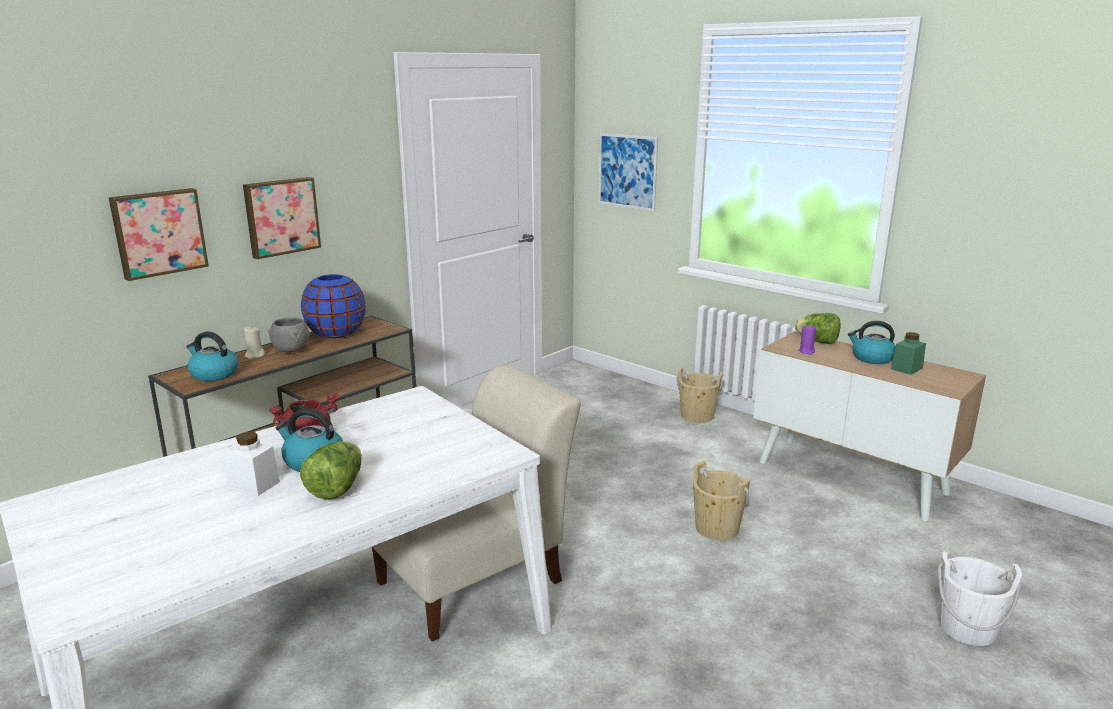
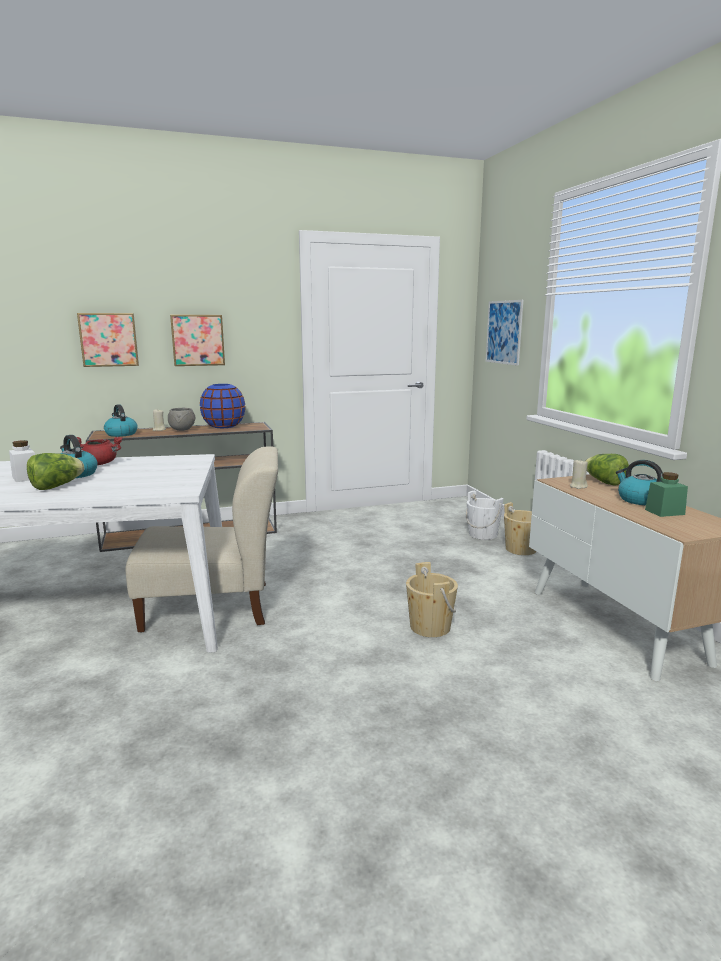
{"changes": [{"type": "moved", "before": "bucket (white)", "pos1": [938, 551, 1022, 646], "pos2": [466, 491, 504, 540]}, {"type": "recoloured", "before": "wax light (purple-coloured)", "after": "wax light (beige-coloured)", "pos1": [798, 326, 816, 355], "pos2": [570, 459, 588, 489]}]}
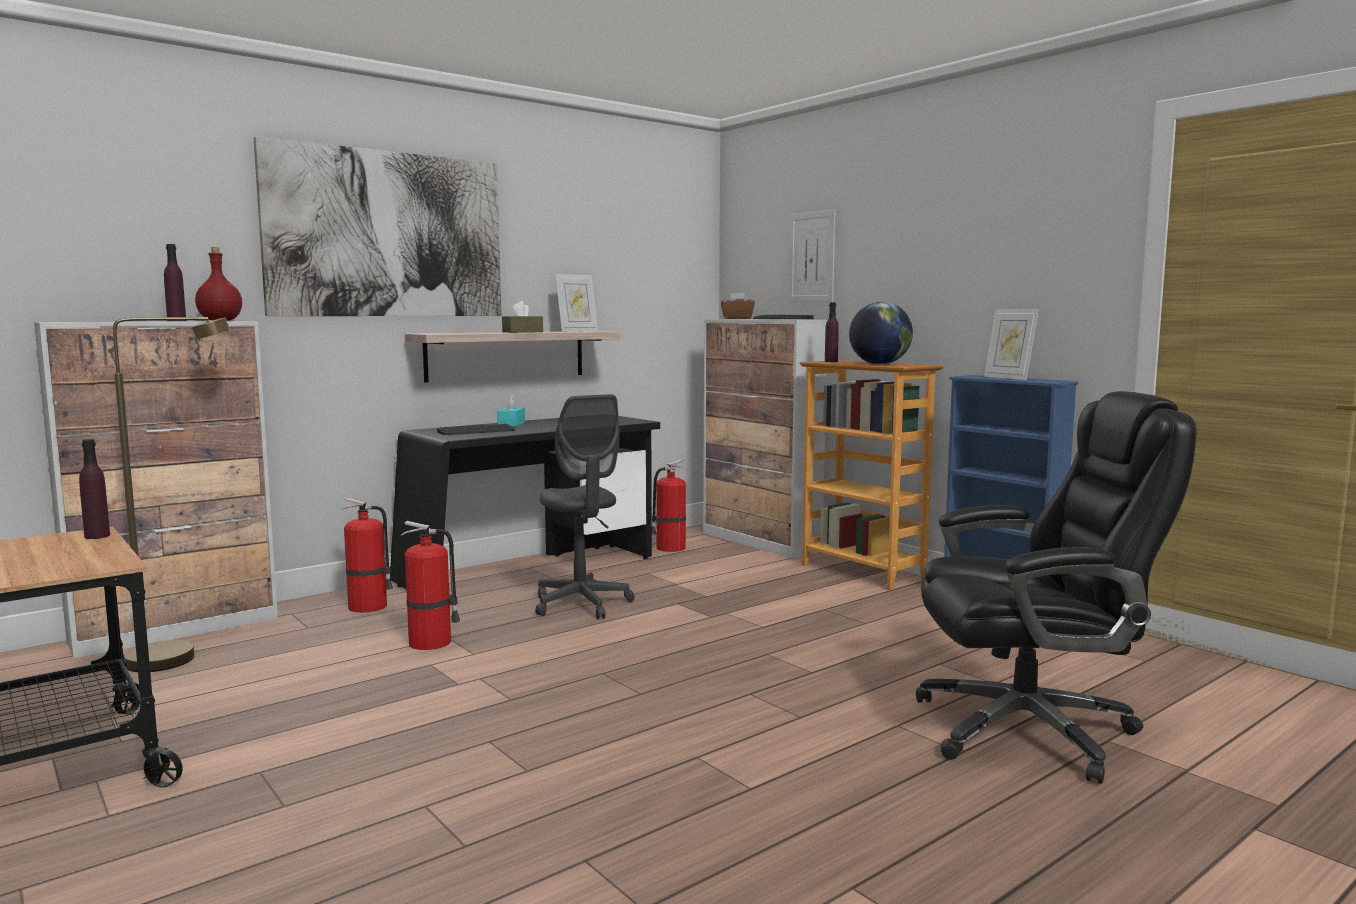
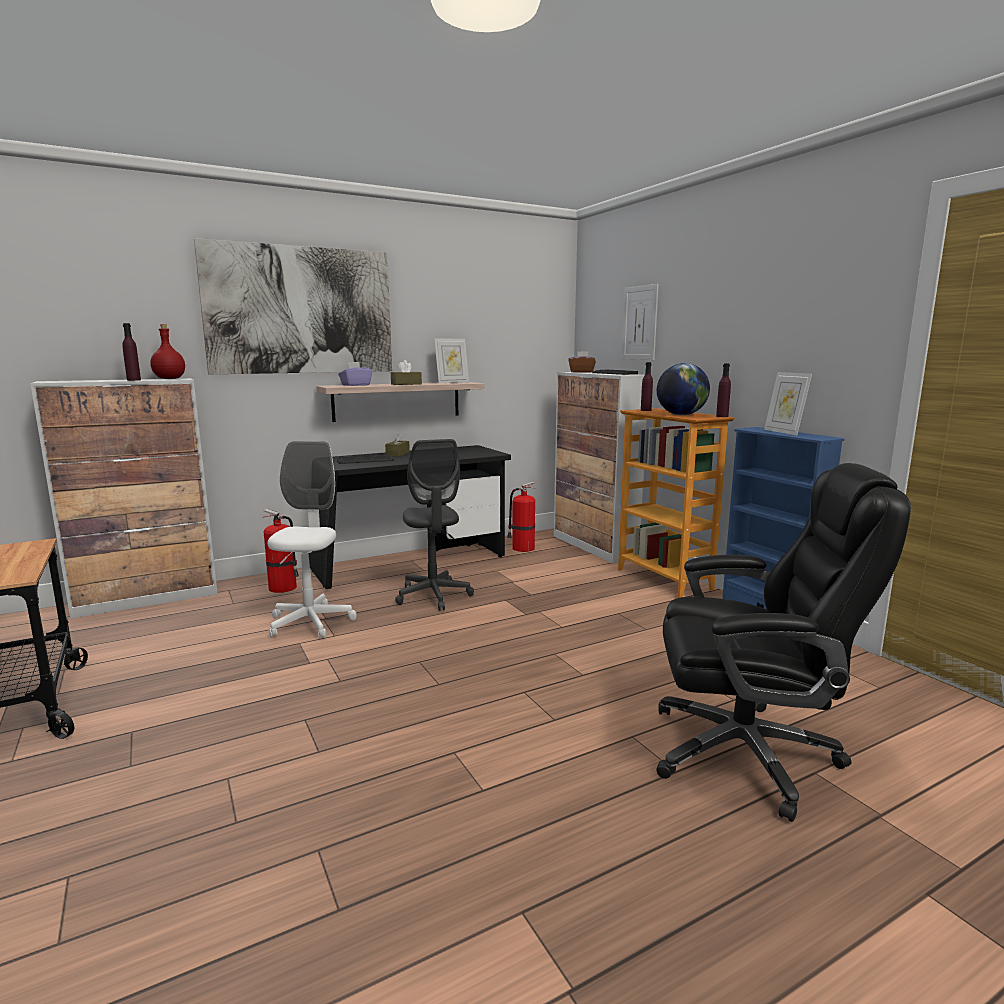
{"changes": [{"type": "replaced", "before": "extinguisher", "after": "office chair (white)", "pos1": [401, 521, 460, 650], "pos2": [268, 441, 357, 638]}, {"type": "added", "after": "tissue box (purple-coloured)", "pos2": [338, 362, 372, 386]}, {"type": "recoloured", "before": "tissue box (turquoise-coloured)", "after": "tissue box (brown-coloured)", "pos1": [497, 394, 525, 427], "pos2": [385, 431, 410, 457]}, {"type": "moved", "before": "beverage bottle (purple-coloured)", "pos1": [79, 439, 110, 539], "pos2": [716, 363, 731, 417]}, {"type": "removed", "before": "standard lamp (brown-coloured)", "pos1": [113, 317, 230, 672]}]}
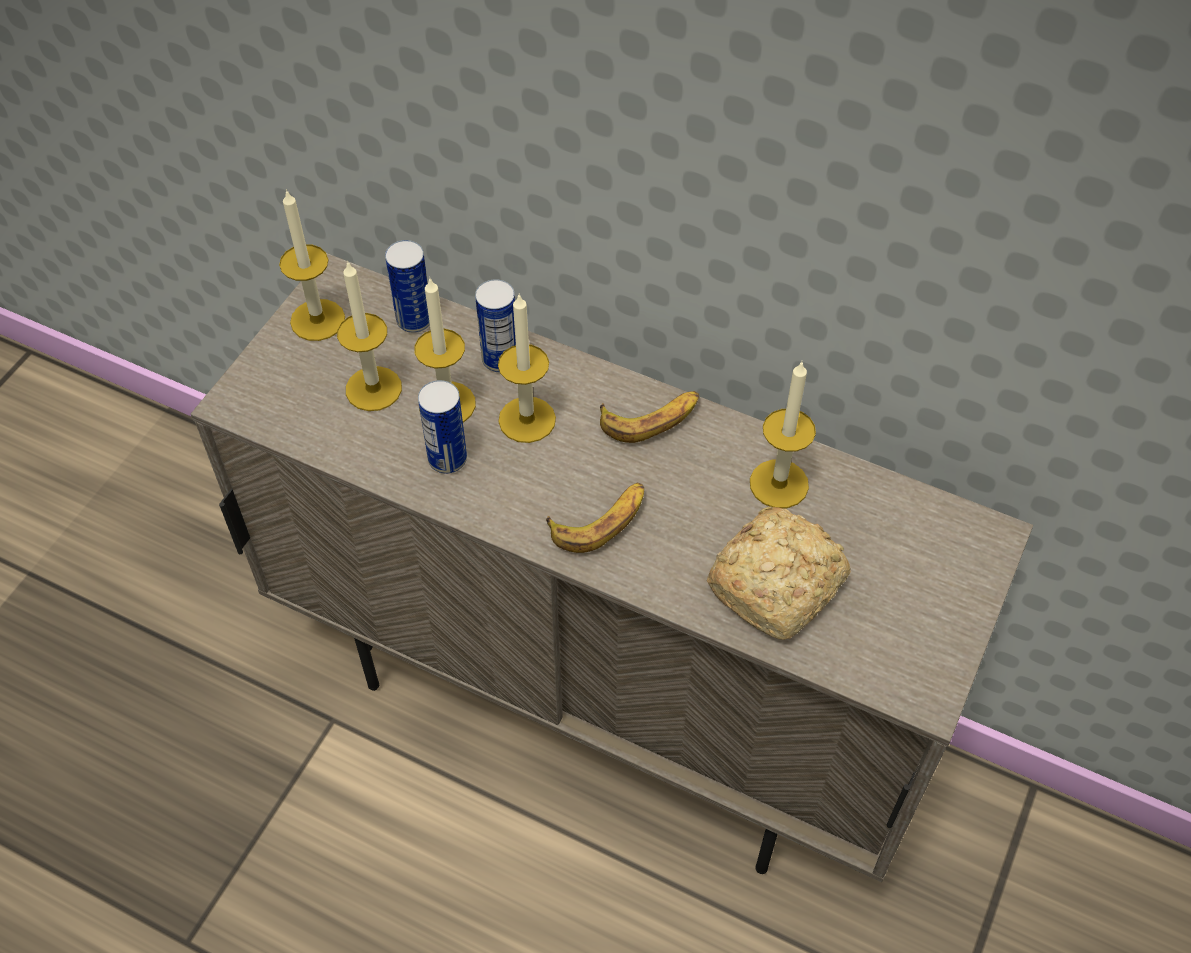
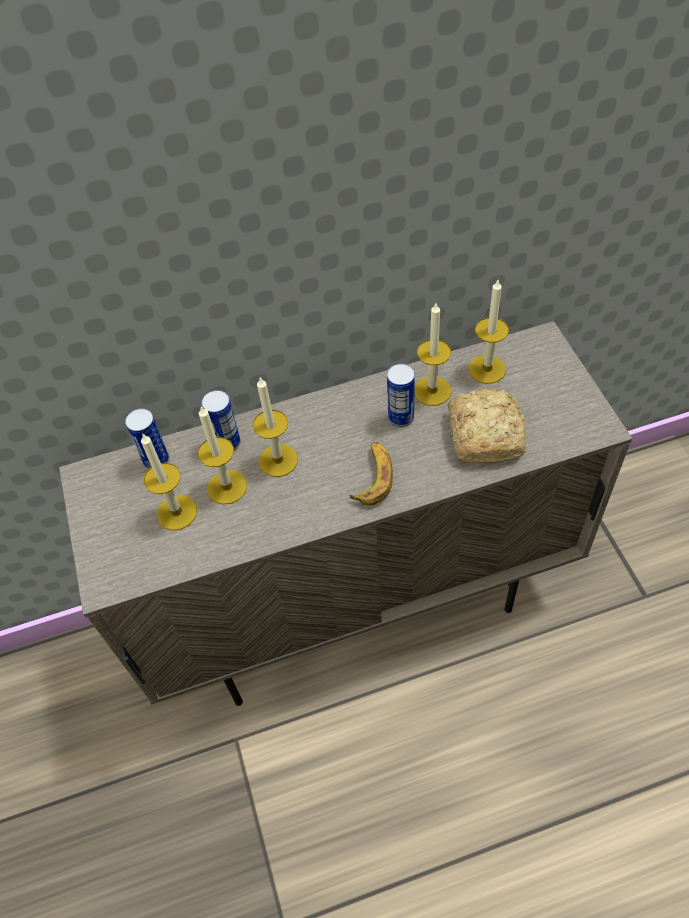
{"changes": [{"type": "moved", "before": "can", "pos1": [418, 380, 467, 474], "pos2": [387, 364, 415, 427]}, {"type": "moved", "before": "wax light", "pos1": [279, 189, 345, 341], "pos2": [468, 280, 509, 384]}, {"type": "removed", "before": "banana", "pos1": [600, 391, 699, 443]}]}
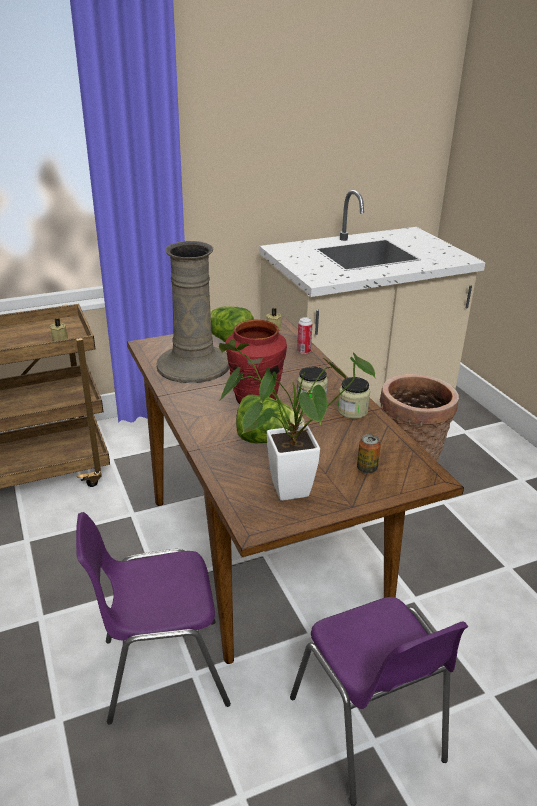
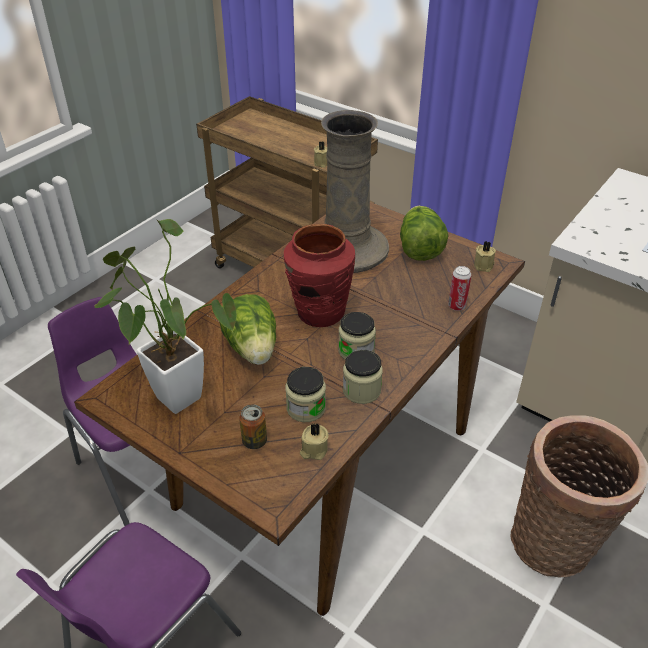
{"changes": [{"type": "added", "after": "preserve jar", "pos2": [285, 367, 326, 422]}, {"type": "added", "after": "wax light (beige-coloured)", "pos2": [300, 423, 328, 460]}]}
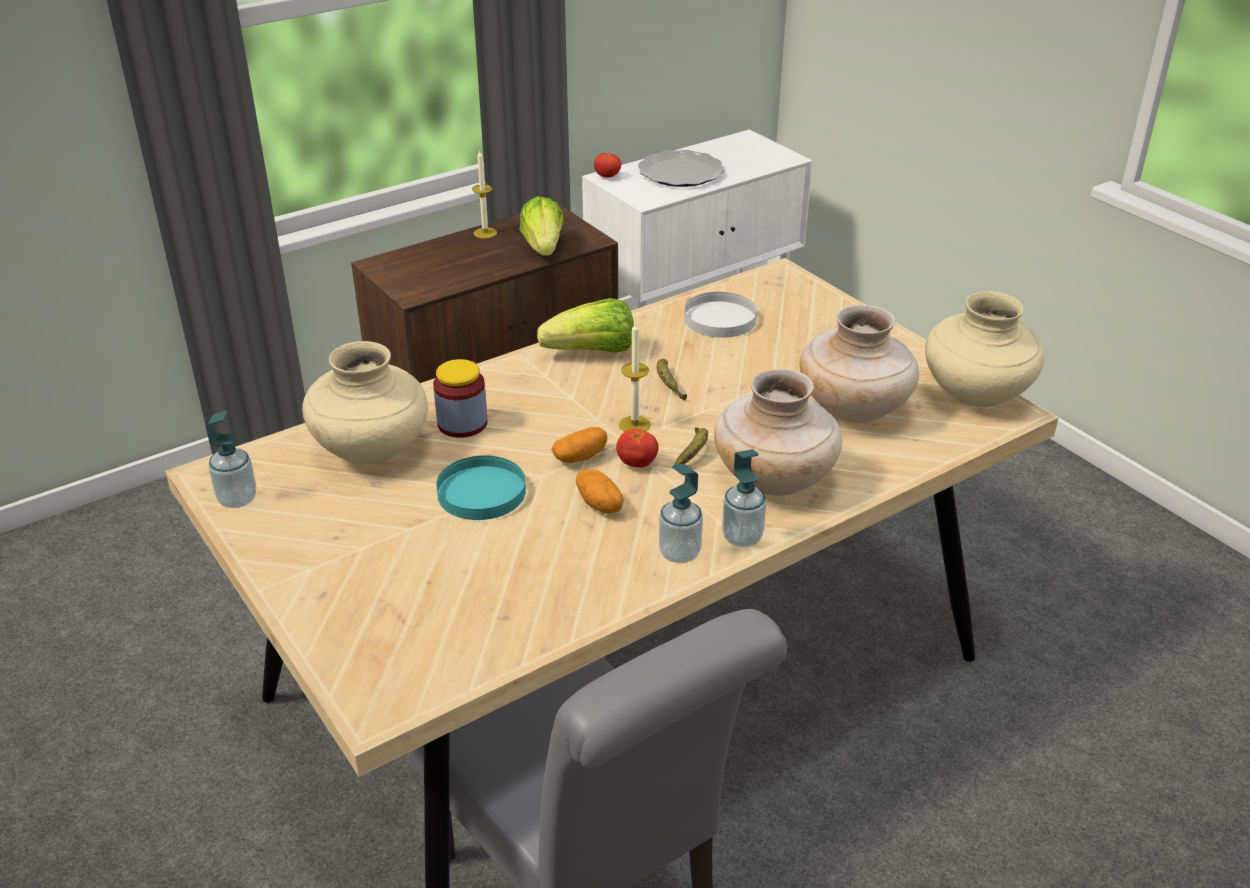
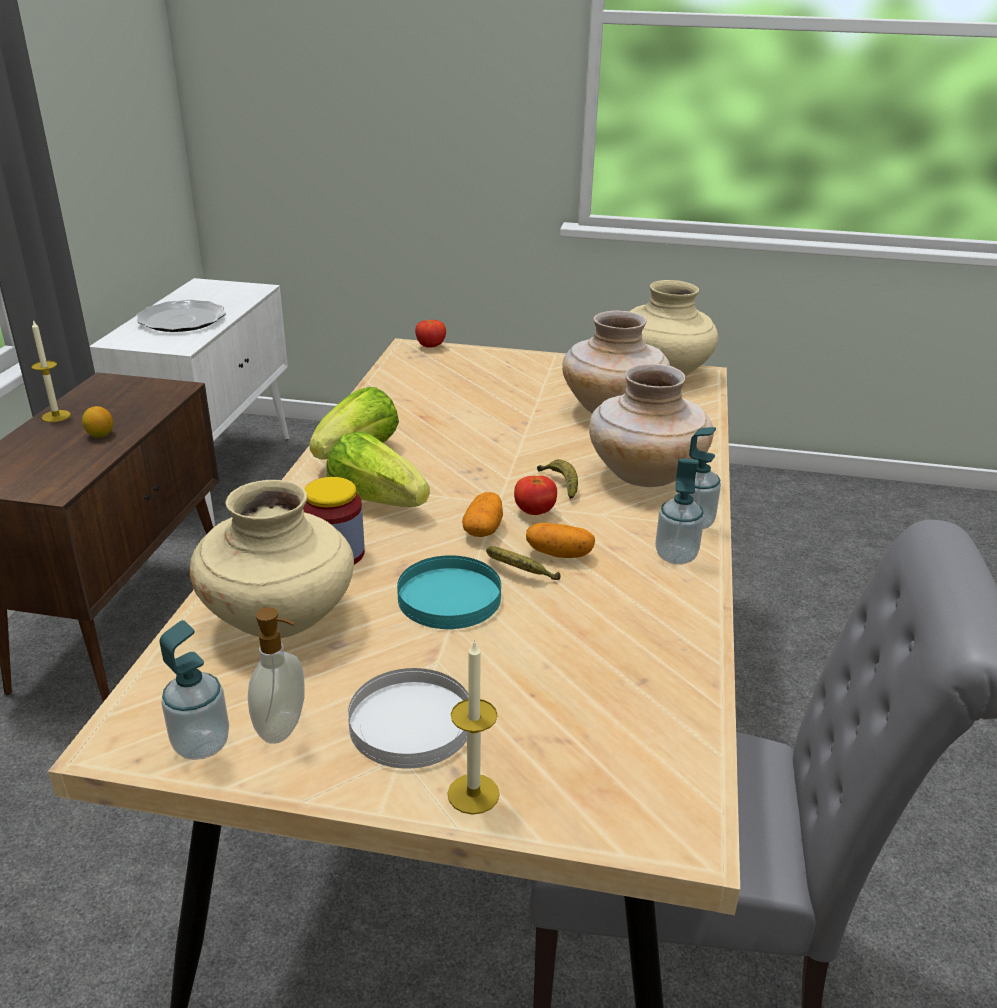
{"changes": [{"type": "added", "after": "citrus fruit", "pos2": [82, 406, 113, 438]}, {"type": "added", "after": "soap dispenser", "pos2": [248, 607, 304, 744]}, {"type": "moved", "before": "lettuce head", "pos1": [520, 196, 564, 256], "pos2": [326, 431, 430, 507]}, {"type": "moved", "before": "dinner plate (white)", "pos1": [684, 292, 757, 338], "pos2": [348, 668, 468, 768]}, {"type": "moved", "before": "whole tomato", "pos1": [594, 153, 621, 177], "pos2": [415, 320, 446, 348]}, {"type": "moved", "before": "wax light", "pos1": [619, 321, 651, 432], "pos2": [447, 640, 500, 815]}, {"type": "moved", "before": "banana", "pos1": [657, 359, 687, 400], "pos2": [486, 546, 561, 580]}]}
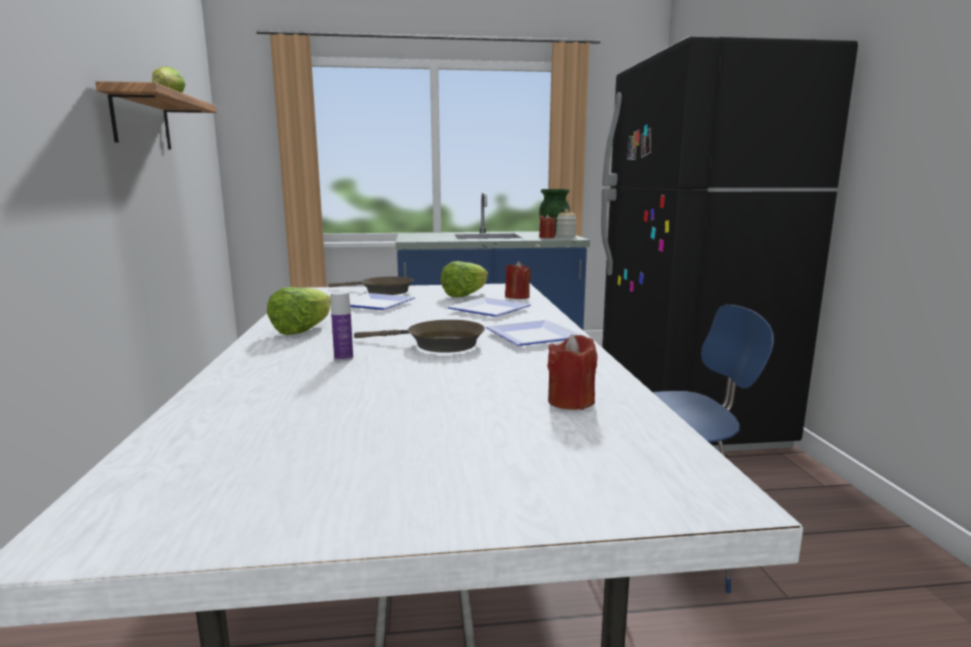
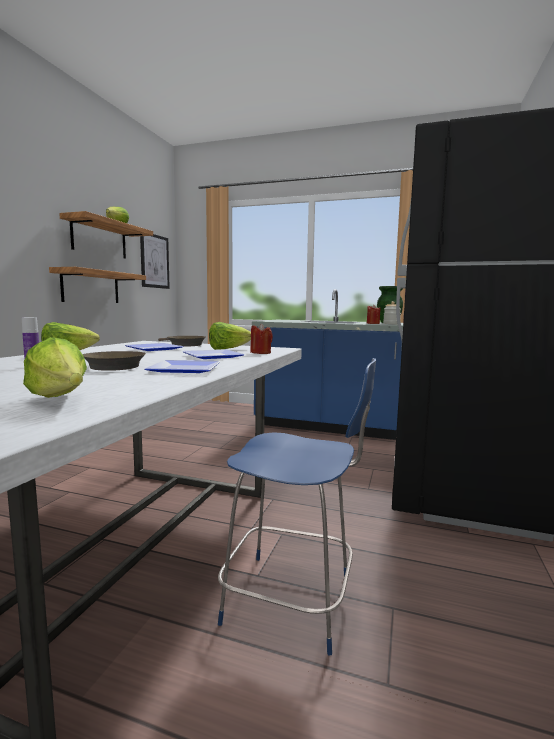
{"changes": [{"type": "replaced", "before": "wax light (reddish)", "after": "lettuce head", "pos1": [547, 334, 598, 410], "pos2": [23, 337, 87, 398]}, {"type": "added", "after": "wall shelf", "pos2": [49, 267, 146, 303]}, {"type": "added", "after": "picture", "pos2": [140, 234, 170, 289]}]}
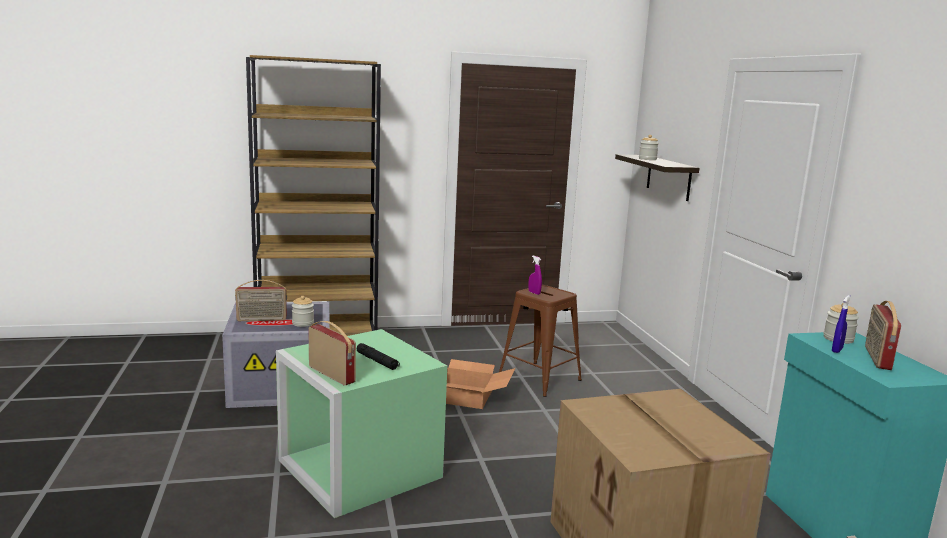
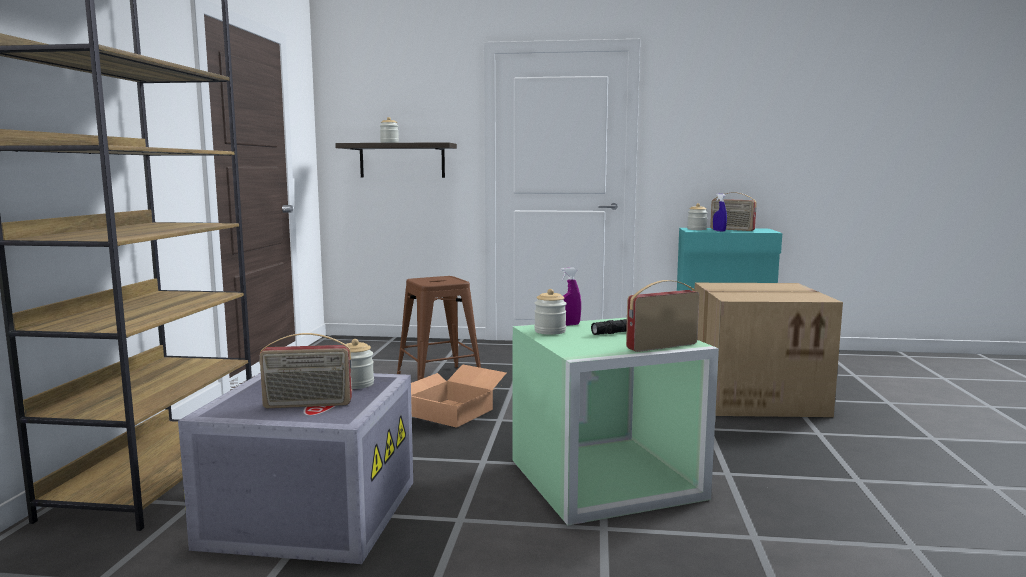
{"changes": [{"type": "turned", "before": "radio receiver", "pos1": [235, 280, 287, 321], "pos2": [259, 333, 352, 408], "turn": 75}, {"type": "added", "after": "preserve jar", "pos2": [534, 289, 567, 335]}, {"type": "moved", "before": "sprayer (purple-coloured)", "pos1": [528, 256, 542, 295], "pos2": [561, 268, 581, 326]}]}
